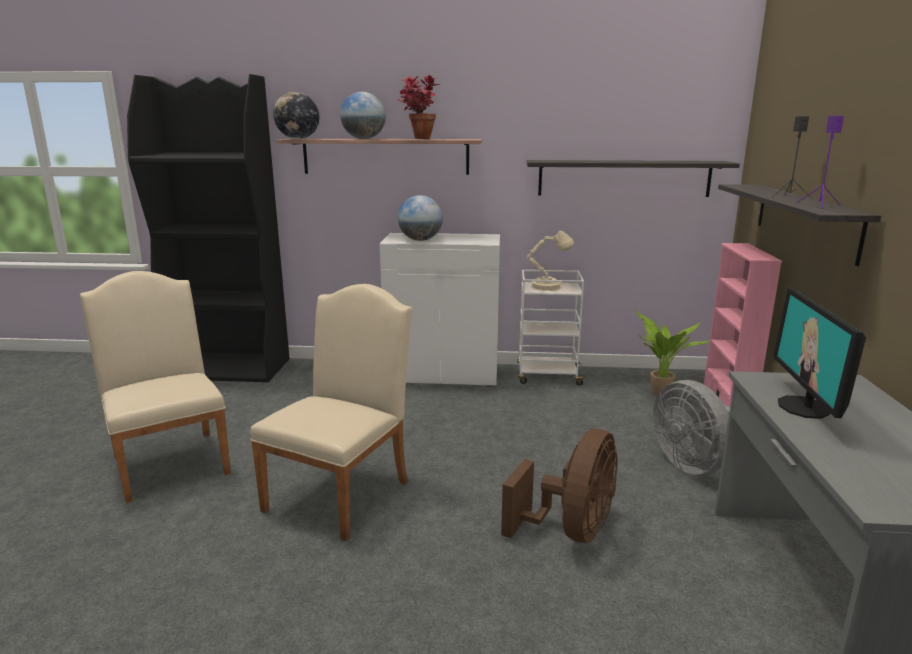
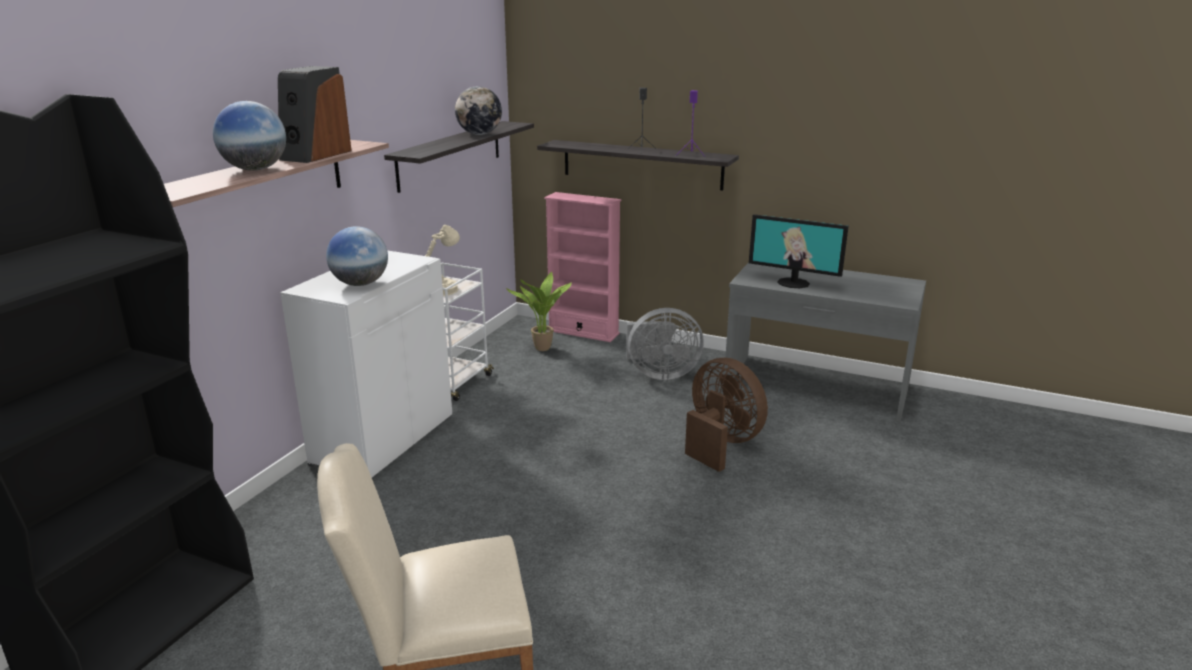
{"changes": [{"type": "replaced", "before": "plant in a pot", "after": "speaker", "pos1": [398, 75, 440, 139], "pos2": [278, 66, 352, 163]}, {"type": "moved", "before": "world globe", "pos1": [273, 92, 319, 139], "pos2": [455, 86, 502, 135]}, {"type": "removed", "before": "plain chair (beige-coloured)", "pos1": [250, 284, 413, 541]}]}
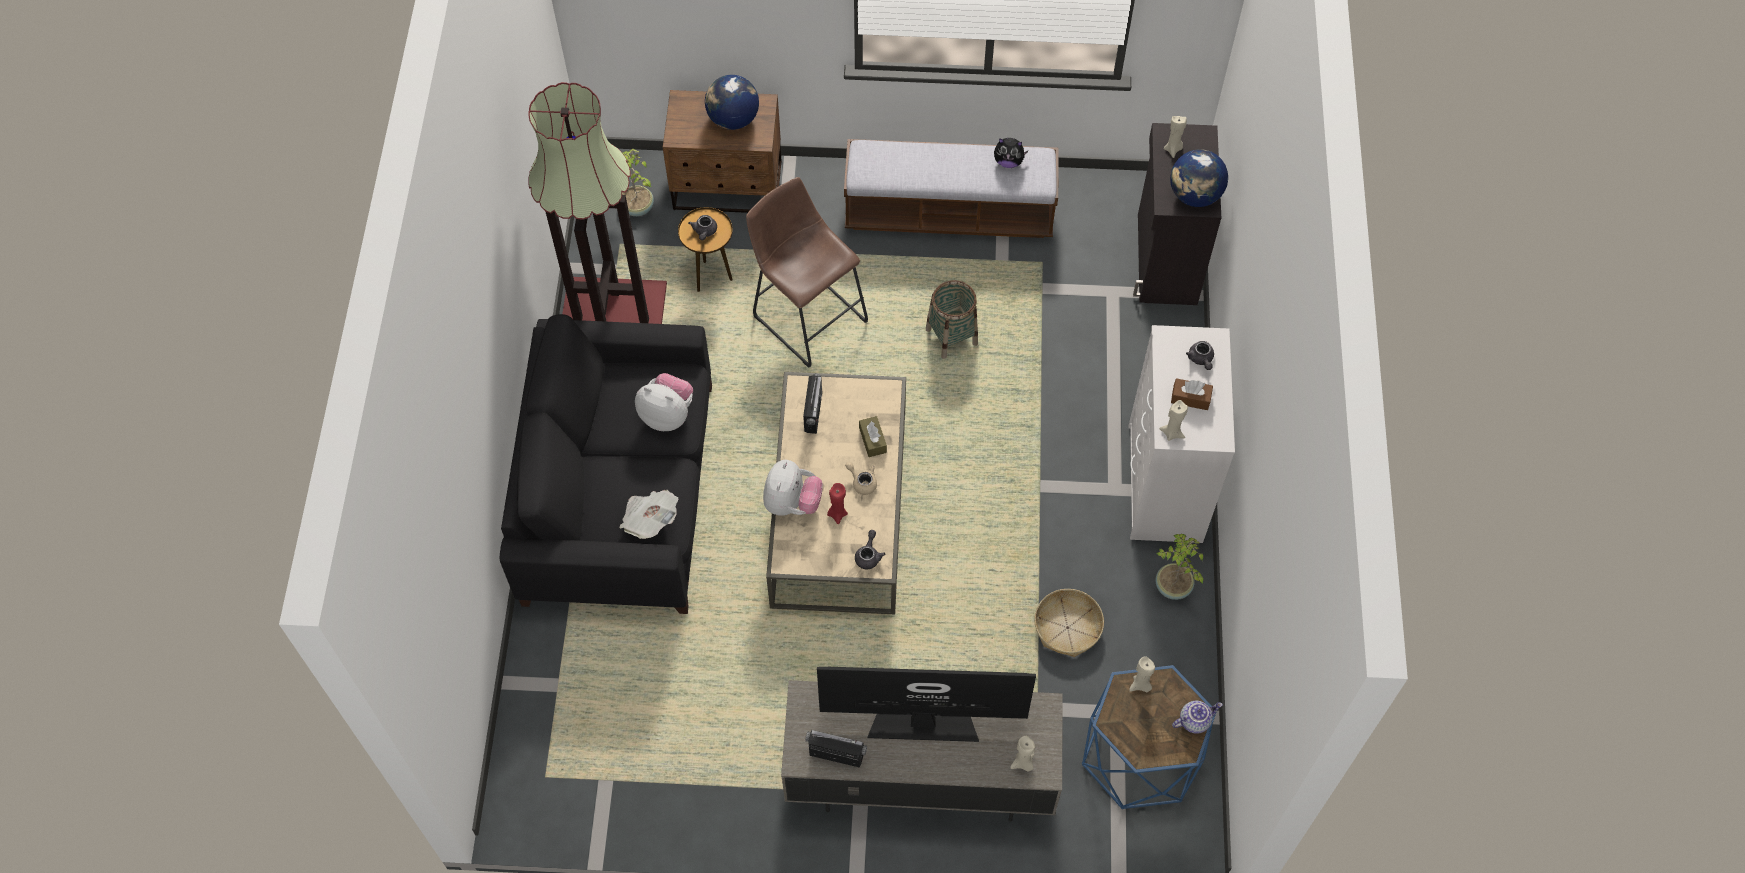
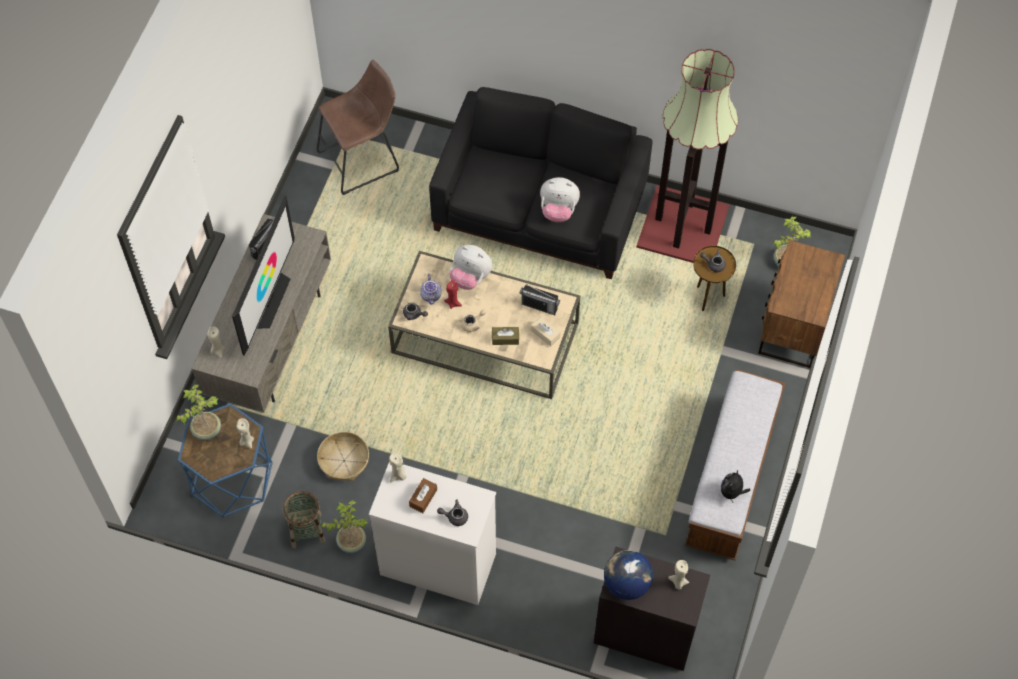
{"changes": [{"type": "added", "after": "plant in a pot", "pos2": [176, 384, 221, 440]}, {"type": "moved", "before": "storage basket", "pos1": [926, 280, 978, 359], "pos2": [283, 491, 325, 549]}, {"type": "moved", "before": "sitting stool (brown-coloured)", "pos1": [746, 177, 868, 368], "pos2": [317, 60, 399, 195]}, {"type": "moved", "before": "pot for tea", "pos1": [1172, 701, 1223, 734], "pos2": [420, 274, 442, 305]}, {"type": "added", "after": "tissue box (beige-coloured)", "pos2": [531, 317, 560, 347]}, {"type": "turned", "before": "soft toy", "pos1": [635, 373, 693, 431], "pos2": [540, 177, 580, 222], "turn": 60}, {"type": "removed", "before": "newspaper", "pos1": [620, 490, 679, 539]}, {"type": "removed", "before": "world globe", "pos1": [705, 75, 759, 130]}]}
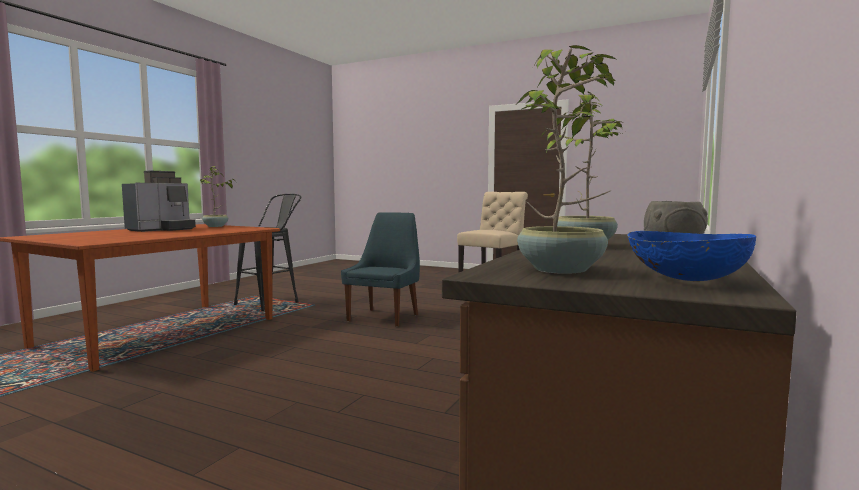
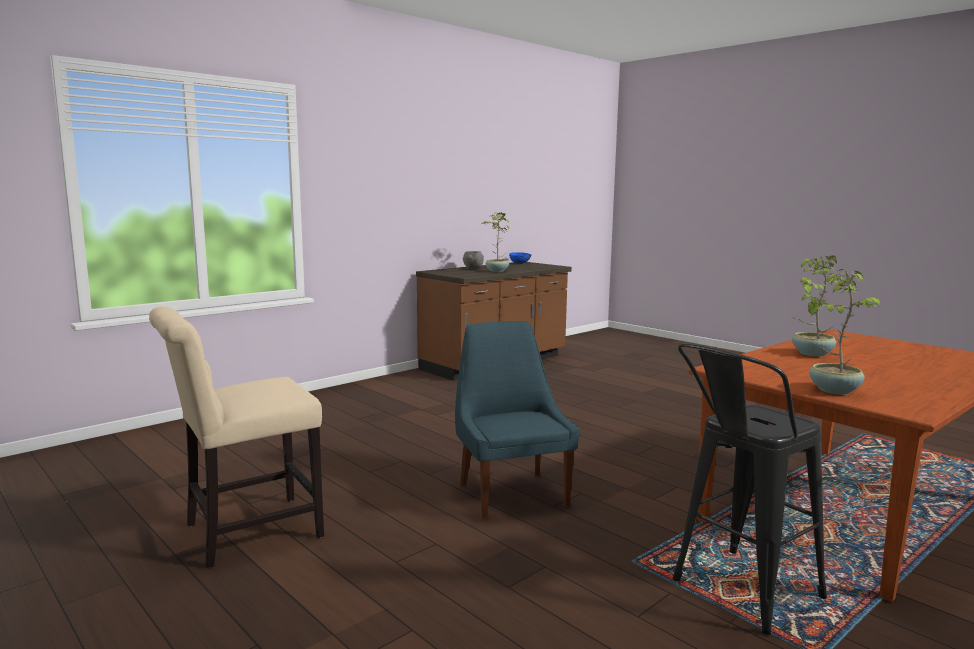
{"changes": [{"type": "turned", "before": "plain chair (bluish)", "pos1": [341, 212, 420, 327], "pos2": [455, 321, 580, 519], "turn": 120}, {"type": "moved", "before": "plant in a pot", "pos1": [517, 45, 618, 274], "pos2": [792, 255, 844, 357]}, {"type": "removed", "before": "coffee brewer", "pos1": [122, 171, 196, 232]}]}
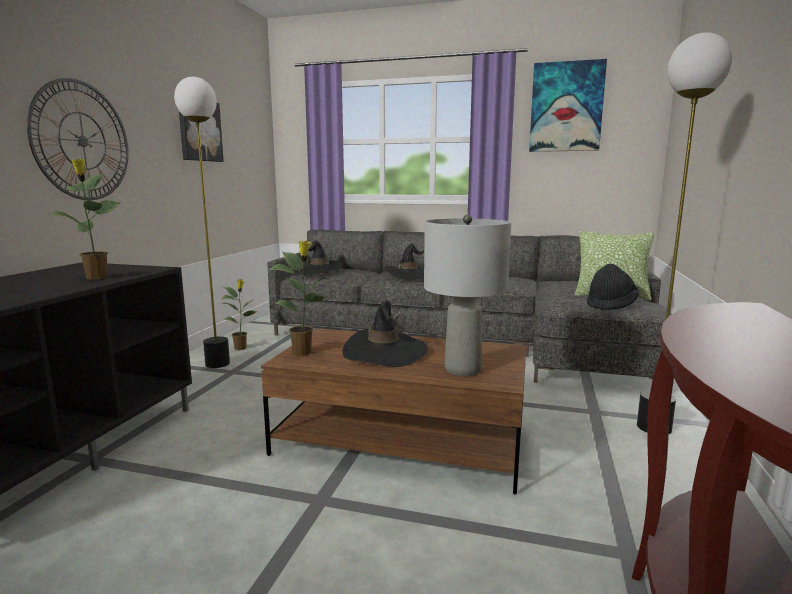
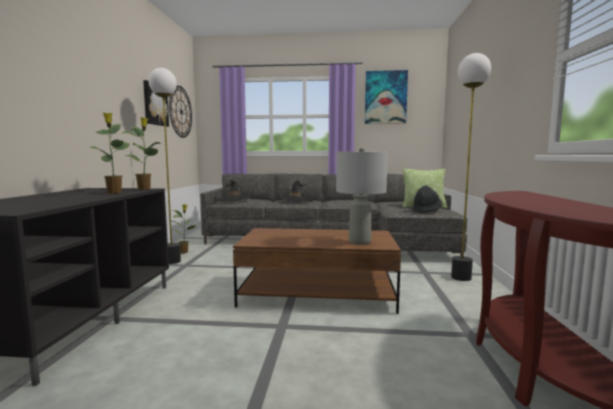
{"changes": [{"type": "moved", "before": "plant in a pot", "pos1": [269, 241, 328, 355], "pos2": [122, 117, 160, 190]}, {"type": "moved", "before": "wall clock", "pos1": [27, 78, 129, 200], "pos2": [169, 86, 192, 138]}, {"type": "removed", "before": "wearable hat (blackish)", "pos1": [343, 300, 428, 367]}]}
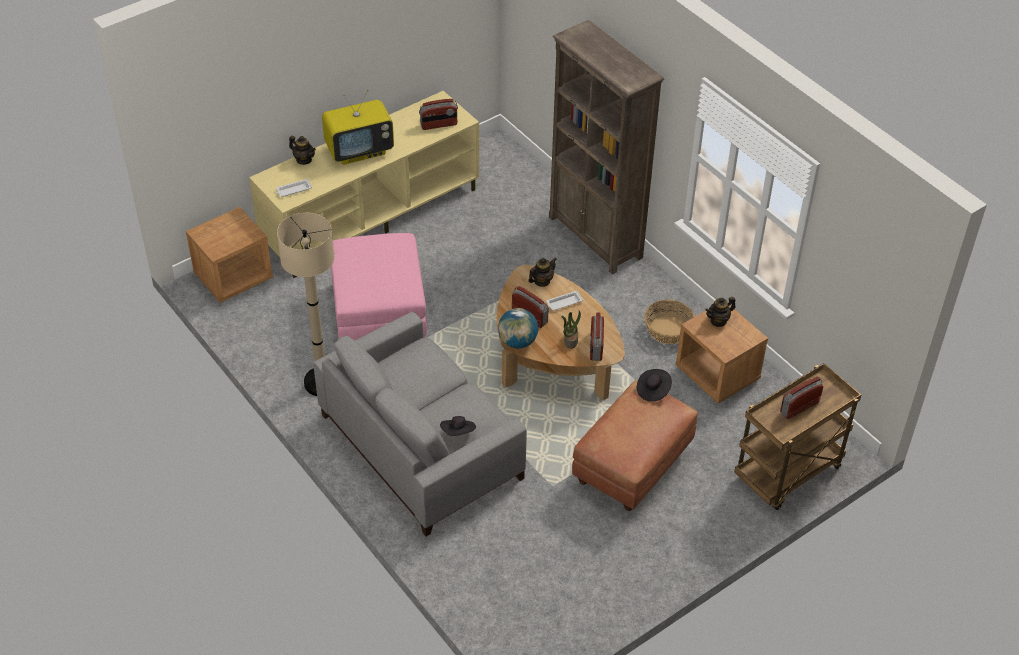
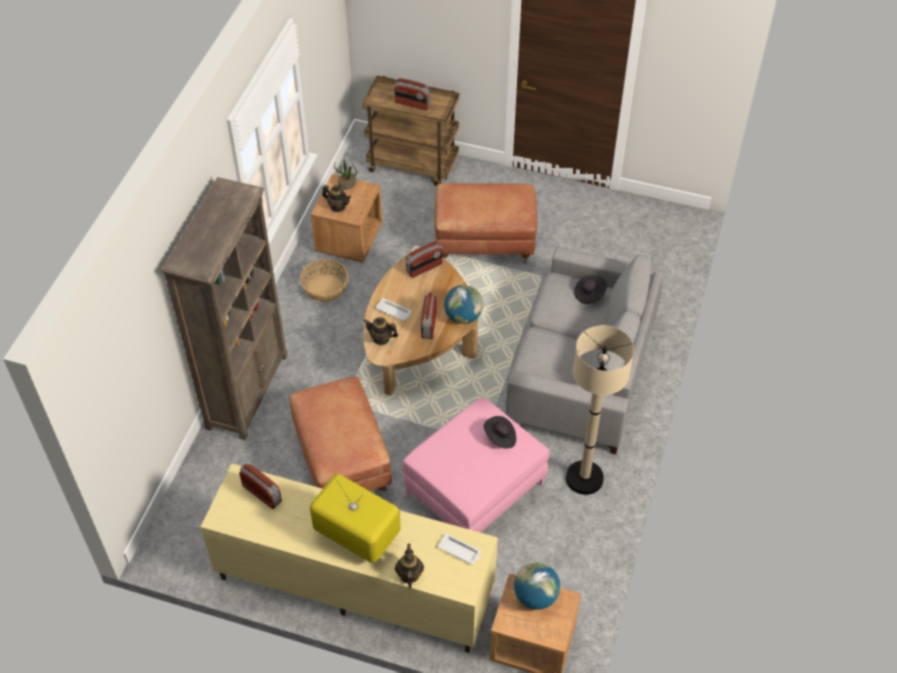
{"changes": [{"type": "added", "after": "pouffe (brown-coloured)", "pos2": [289, 376, 392, 491]}, {"type": "moved", "before": "plant in a pot", "pos1": [561, 311, 581, 349], "pos2": [334, 160, 357, 190]}, {"type": "moved", "before": "wearable hat (blackish)", "pos1": [637, 369, 672, 402], "pos2": [484, 416, 516, 449]}, {"type": "added", "after": "world globe", "pos2": [514, 563, 560, 610]}]}
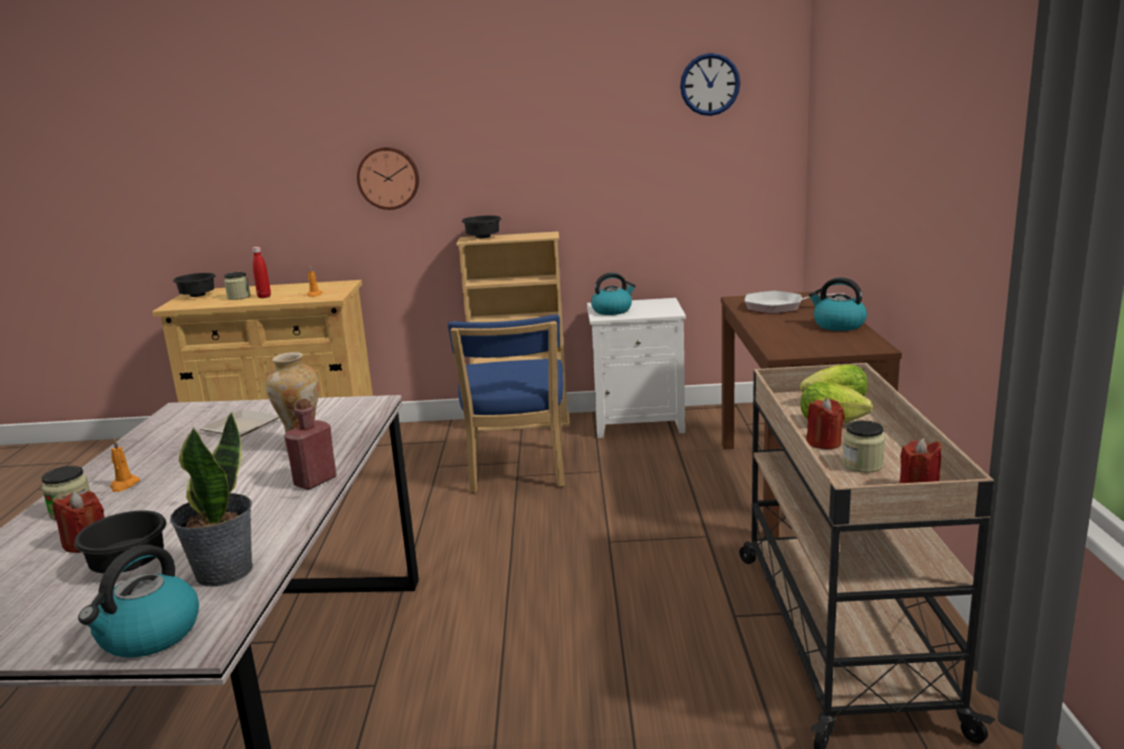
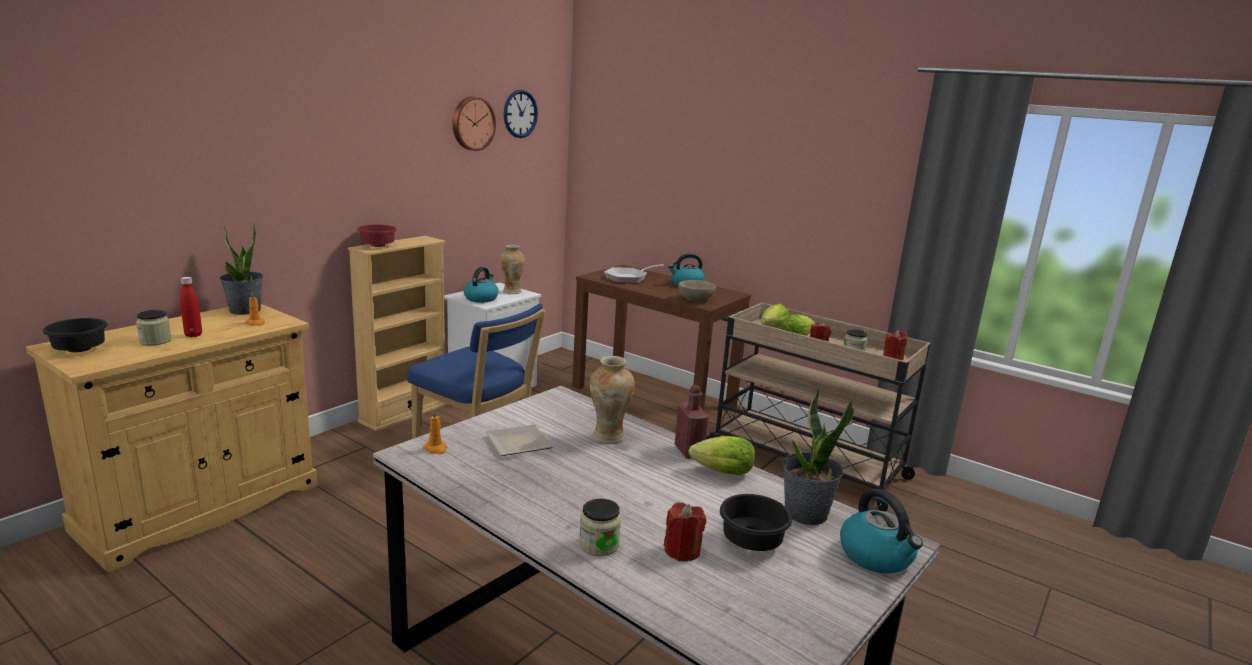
{"changes": [{"type": "added", "after": "plant in a pot", "pos2": [220, 224, 263, 315]}, {"type": "recoloured", "before": "serving bowl (blackish)", "after": "serving bowl (reddish)", "pos1": [462, 215, 501, 238], "pos2": [357, 224, 397, 247]}, {"type": "moved", "before": "wax light (orange)", "pos1": [110, 438, 140, 492], "pos2": [423, 409, 447, 454]}, {"type": "moved", "before": "wall clock", "pos1": [357, 147, 419, 210], "pos2": [452, 96, 496, 151]}, {"type": "added", "after": "decorative vase", "pos2": [499, 245, 525, 294]}, {"type": "added", "after": "serving bowl (beige-coloured)", "pos2": [678, 280, 716, 301]}, {"type": "added", "after": "lettuce head", "pos2": [689, 436, 755, 475]}]}
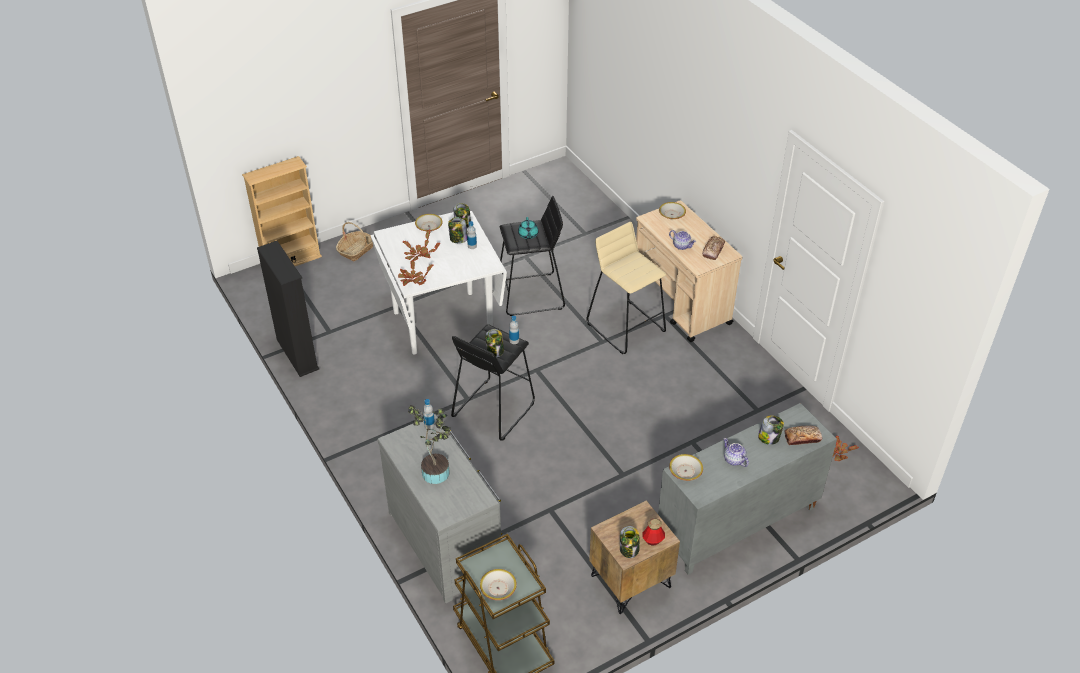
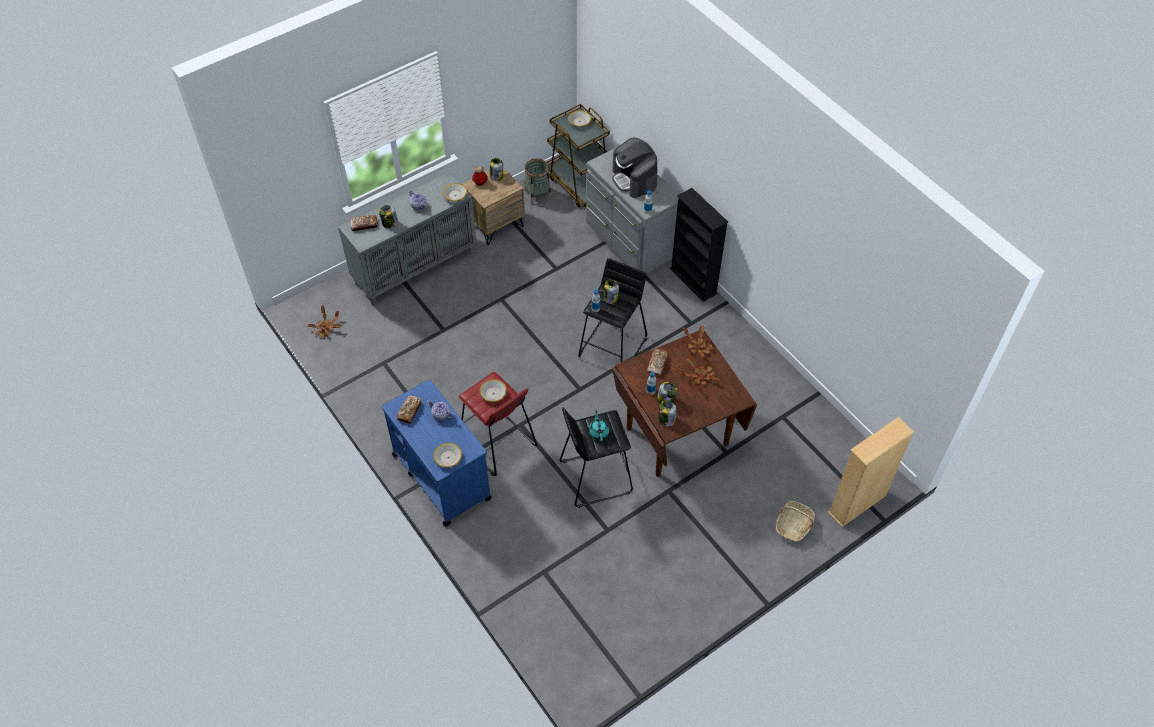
{"changes": [{"type": "recoloured", "before": "cart (beige-coloured)", "after": "cart (bluish)", "pos1": [636, 200, 742, 342], "pos2": [382, 379, 492, 526]}, {"type": "recoloured", "before": "sitting stool (beige-coloured)", "after": "sitting stool (reddish)", "pos1": [586, 222, 666, 354], "pos2": [459, 372, 537, 476]}, {"type": "moved", "before": "serving bowl", "pos1": [415, 214, 443, 231], "pos2": [479, 379, 507, 402]}, {"type": "added", "after": "storage basket", "pos2": [524, 158, 551, 204]}, {"type": "replaced", "before": "plant in a pot", "after": "coffee brewer", "pos1": [408, 405, 451, 484], "pos2": [612, 138, 657, 198]}, {"type": "recoloured", "before": "kitchen table (white)", "after": "kitchen table (brown-coloured)", "pos1": [371, 211, 507, 355], "pos2": [612, 331, 757, 477]}, {"type": "added", "after": "baked bread", "pos2": [647, 349, 668, 376]}, {"type": "moved", "before": "shelving unit (blackish)", "pos1": [257, 241, 319, 377], "pos2": [670, 188, 728, 302]}]}
